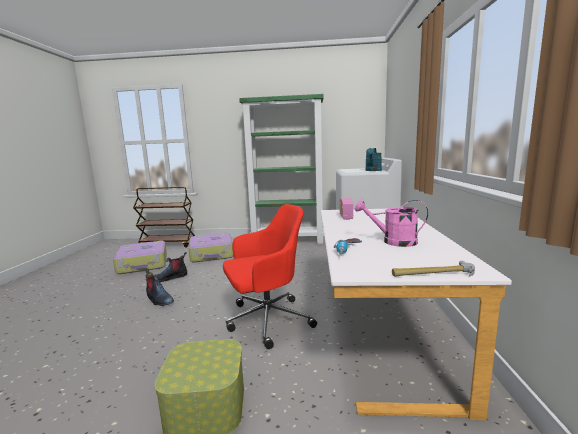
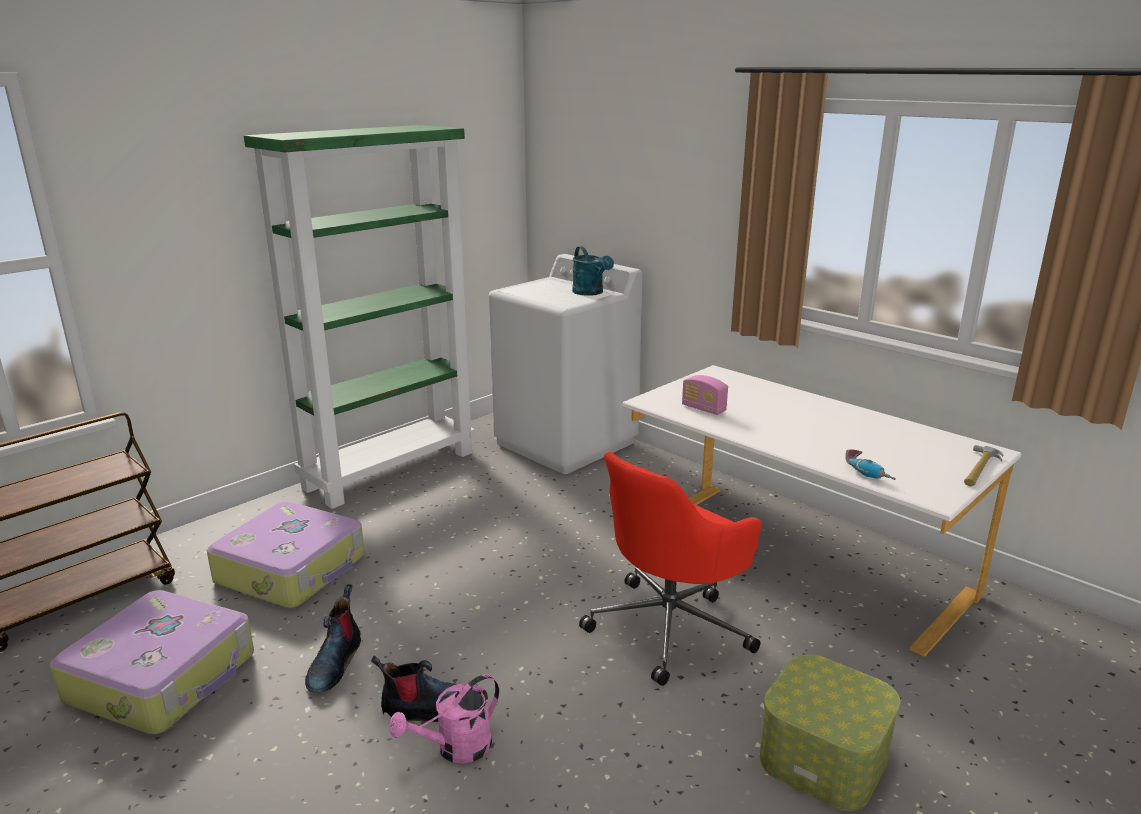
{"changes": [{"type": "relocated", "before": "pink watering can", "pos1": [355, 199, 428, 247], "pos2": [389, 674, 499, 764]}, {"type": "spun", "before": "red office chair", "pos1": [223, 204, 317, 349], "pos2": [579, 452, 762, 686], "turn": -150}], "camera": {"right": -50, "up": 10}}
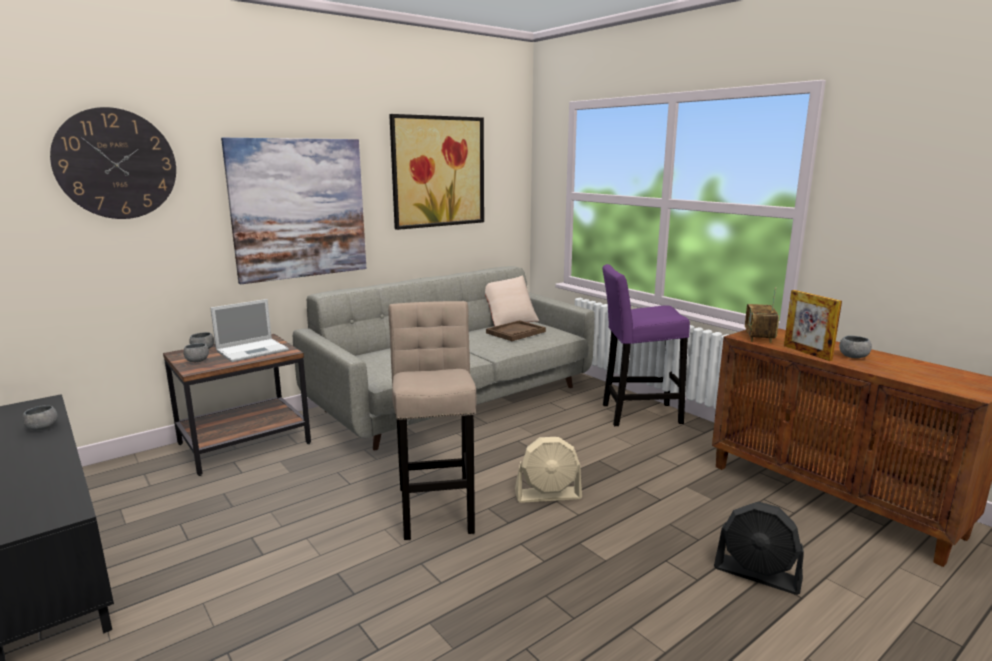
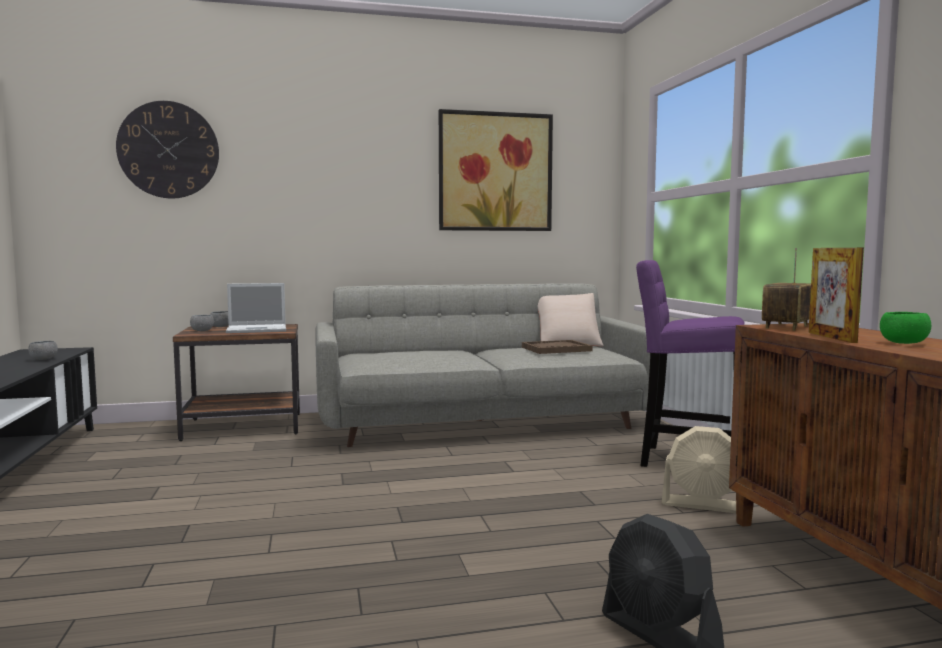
{"changes": [{"type": "missing", "before": "picture", "pos1": [221, 138, 366, 285]}, {"type": "missing", "before": "beige stool", "pos1": [388, 301, 476, 540]}, {"type": "relocated", "before": "beige fan", "pos1": [515, 437, 582, 503], "pos2": [662, 426, 736, 513]}, {"type": "colour", "before": "grey bowl", "after": "green bowl", "pos1": [839, 336, 872, 358], "pos2": [880, 312, 931, 344]}], "camera": {"right": 25, "up": -10}}
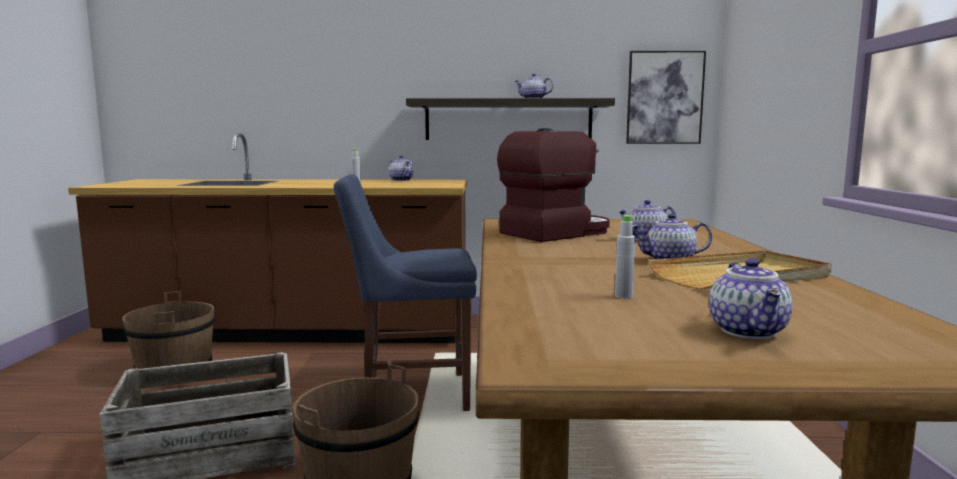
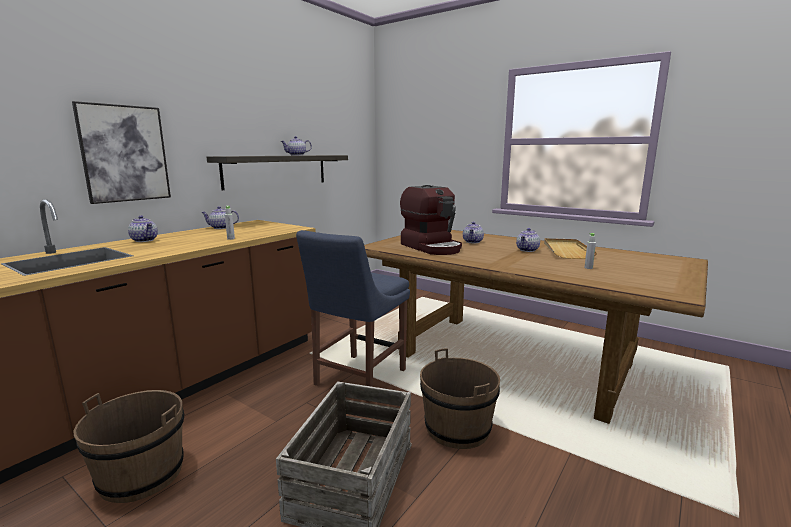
{"changes": [{"type": "relocated", "before": "picture", "pos1": [626, 51, 706, 144], "pos2": [72, 101, 171, 204]}, {"type": "relocated", "before": "teapot", "pos1": [709, 258, 793, 339], "pos2": [128, 215, 158, 242]}, {"type": "spun", "before": "coffee machine", "pos1": [497, 128, 610, 242], "pos2": [400, 185, 462, 255], "turn": 150}], "camera": {"right": -55, "up": 5}}
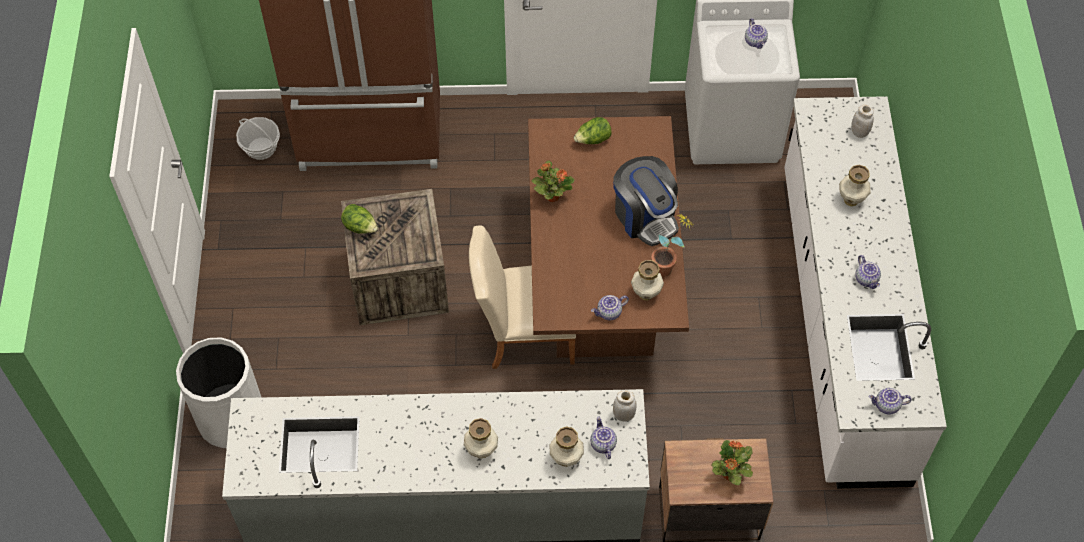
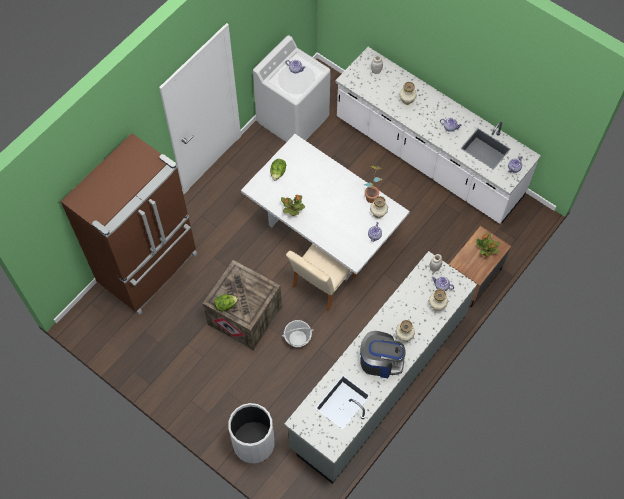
{"changes": [{"type": "relocated", "before": "basket", "pos1": [236, 117, 280, 160], "pos2": [282, 320, 314, 347]}, {"type": "relocated", "before": "coffee machine", "pos1": [613, 156, 678, 246], "pos2": [360, 331, 406, 378]}, {"type": "colour", "before": "brown dining table", "after": "white dining table", "pos1": [528, 116, 689, 358], "pos2": [241, 134, 410, 280]}], "camera": {"right": -50, "up": 5}}
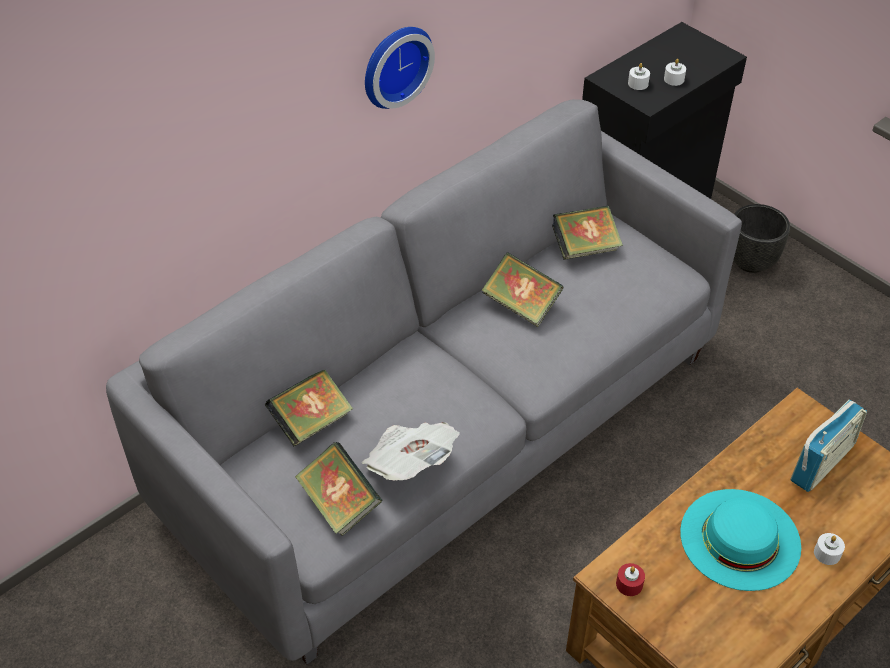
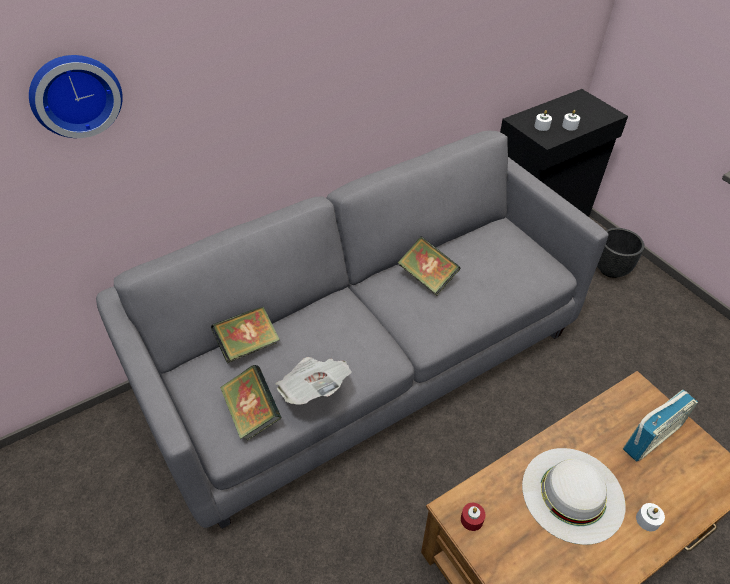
{"changes": [{"type": "missing", "before": "book", "pos1": [552, 206, 623, 260]}, {"type": "relocated", "before": "wall clock", "pos1": [365, 27, 435, 109], "pos2": [29, 55, 123, 138]}, {"type": "colour", "before": "turquoise hat", "after": "white hat", "pos1": [680, 489, 801, 591], "pos2": [522, 448, 626, 545]}], "camera": {"right": 10, "up": 0}}
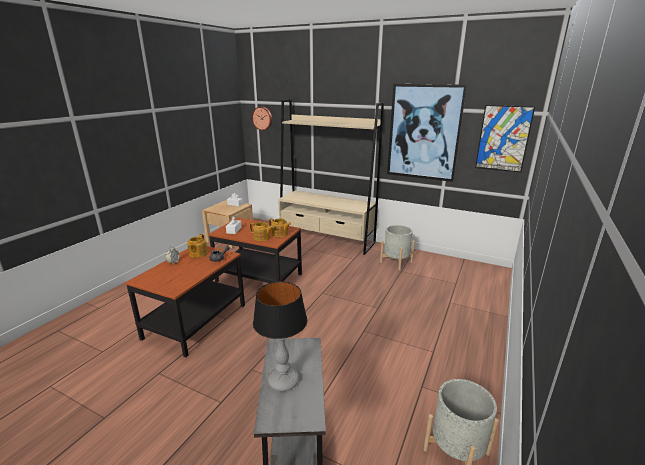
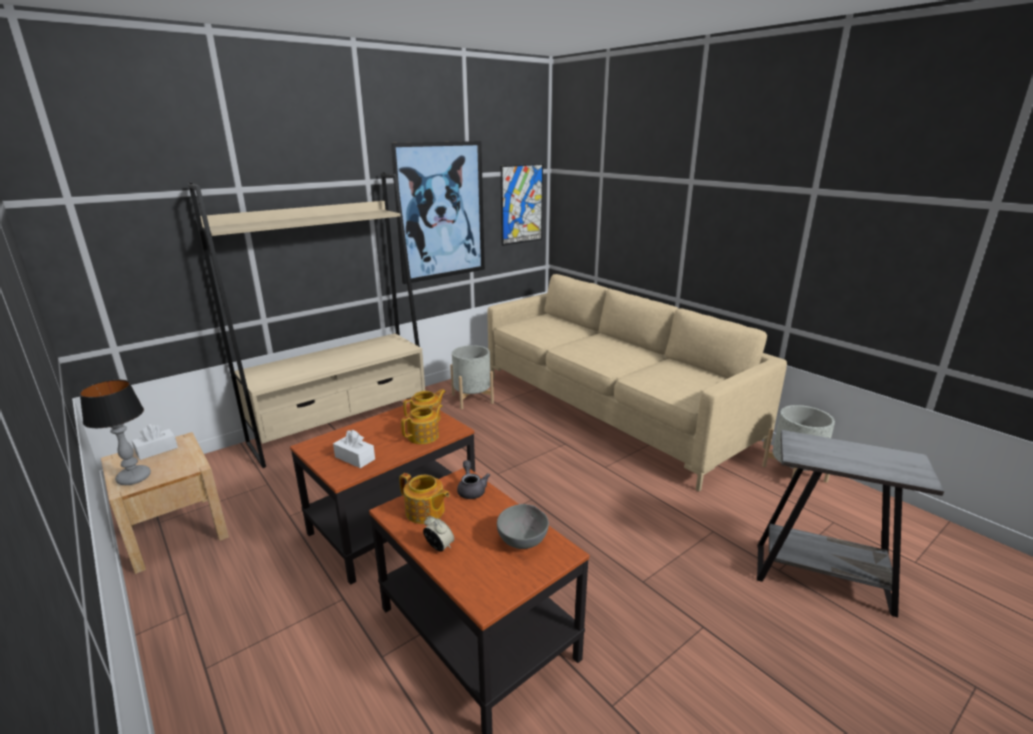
{"changes": [{"type": "missing", "before": "wall clock", "pos1": [252, 106, 272, 131]}, {"type": "appeared", "after": "beige sofa", "pos2": [487, 274, 787, 491]}, {"type": "appeared", "after": "grey bowl", "pos2": [497, 504, 549, 549]}, {"type": "relocated", "before": "table lamp", "pos1": [253, 281, 307, 392], "pos2": [79, 379, 151, 485]}], "camera": {"right": -65, "up": 0}}
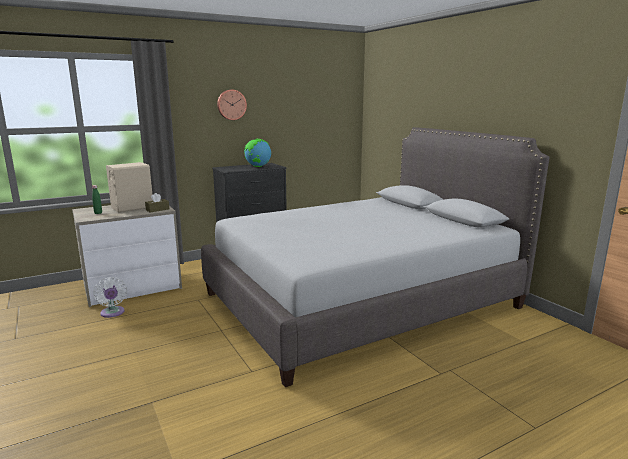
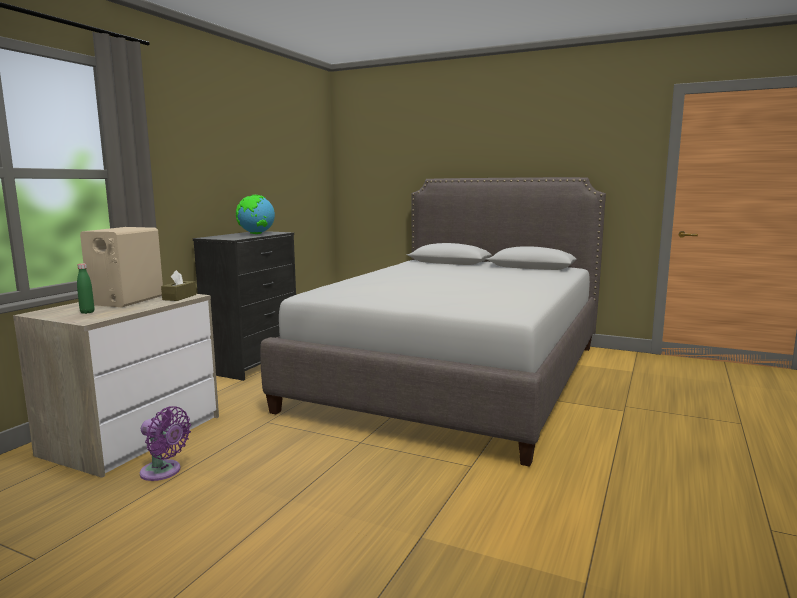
{"changes": [{"type": "missing", "before": "wall clock", "pos1": [217, 90, 247, 120]}, {"type": "colour", "before": "white fan", "after": "purple fan", "pos1": [93, 277, 127, 318], "pos2": [140, 406, 191, 481]}], "camera": {"right": -35, "up": -5}}
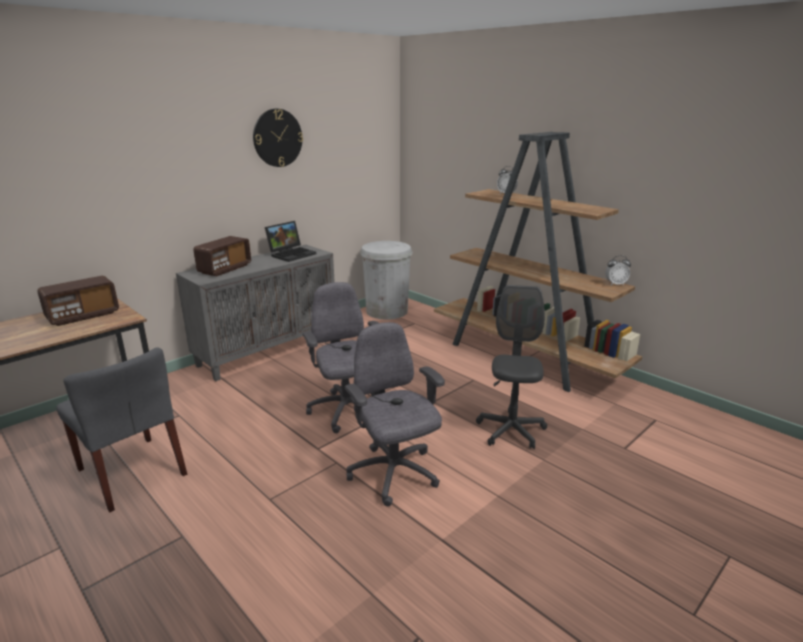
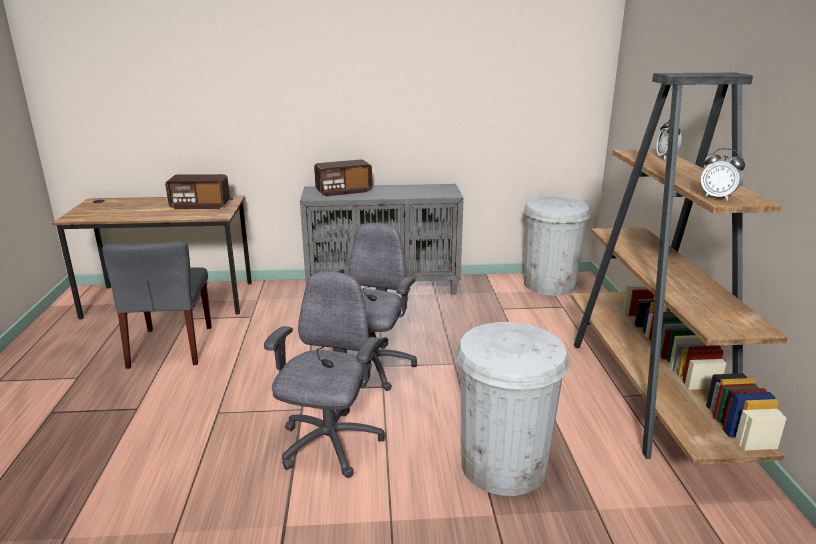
{"changes": [{"type": "missing", "before": "wall clock", "pos1": [253, 109, 303, 167]}, {"type": "missing", "before": "laptop", "pos1": [265, 221, 316, 262]}, {"type": "relocated", "before": "alarm clock", "pos1": [605, 255, 631, 286], "pos2": [701, 148, 745, 201]}, {"type": "exchanged", "before": "grey office chair", "after": "white trash can", "pos1": [476, 285, 547, 449], "pos2": [456, 322, 570, 496]}], "camera": {"right": 40, "up": 0}}
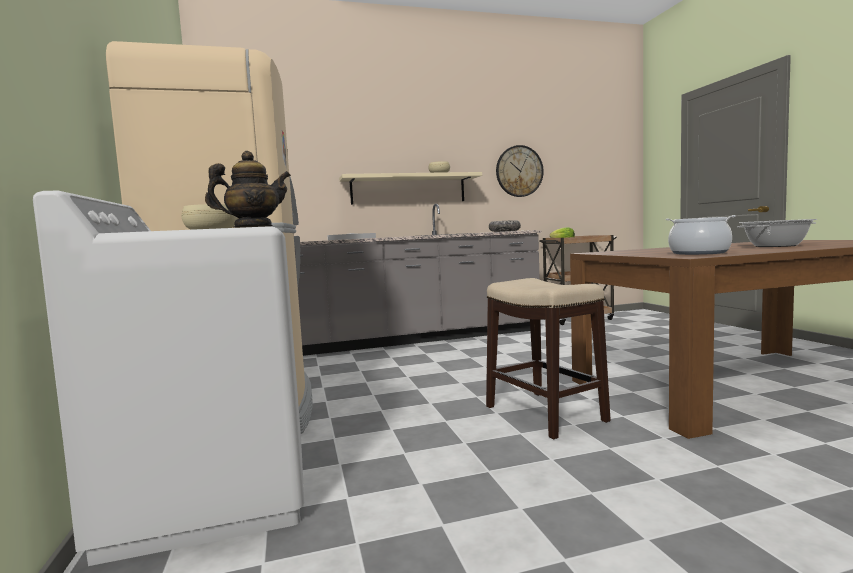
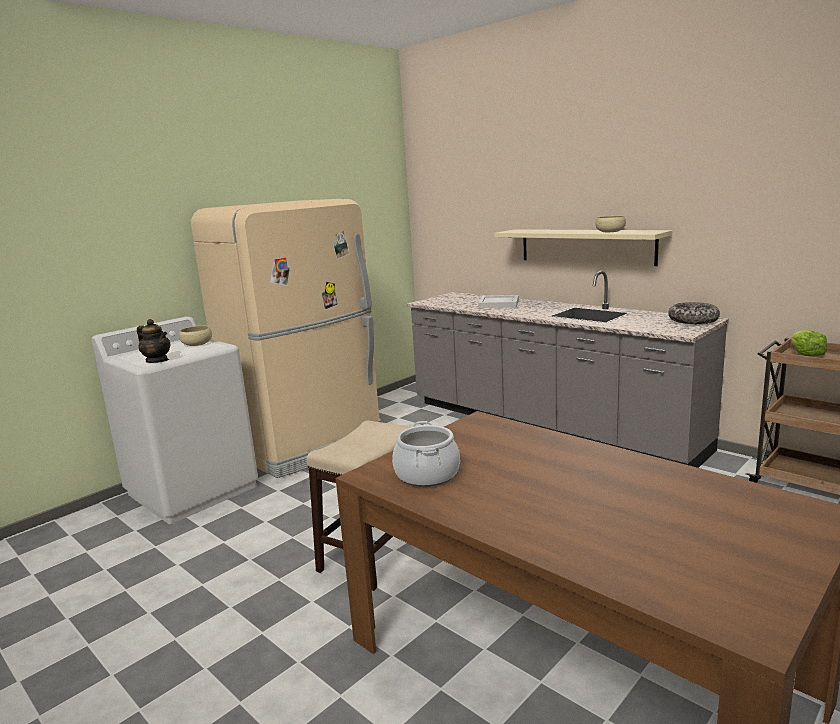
{"changes": [{"type": "missing", "before": "wall clock", "pos1": [496, 145, 544, 197]}, {"type": "missing", "before": "cooking pot", "pos1": [737, 219, 817, 247]}], "camera": {"right": 60, "up": 10}}
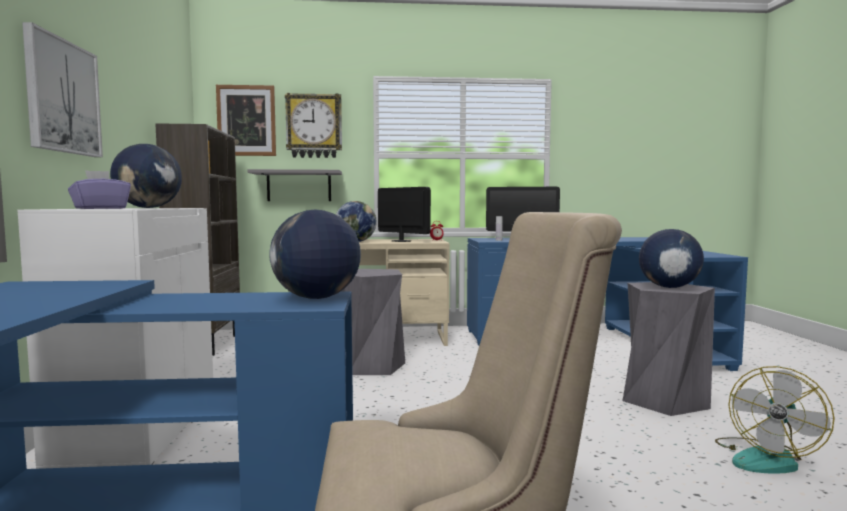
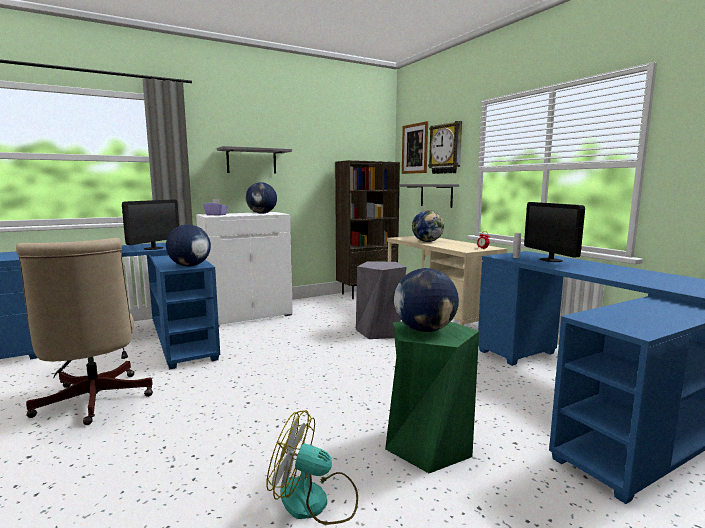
{"changes": [{"type": "relocated", "before": "monitor", "pos1": [378, 187, 431, 242], "pos2": [122, 200, 179, 250]}, {"type": "exchanged", "before": "picture", "after": "grey shelf", "pos1": [22, 22, 103, 157], "pos2": [217, 146, 292, 174]}, {"type": "colour", "before": "grey stool", "after": "green stool", "pos1": [623, 282, 715, 416], "pos2": [385, 321, 479, 473]}], "camera": {"right": 65, "up": 5}}
